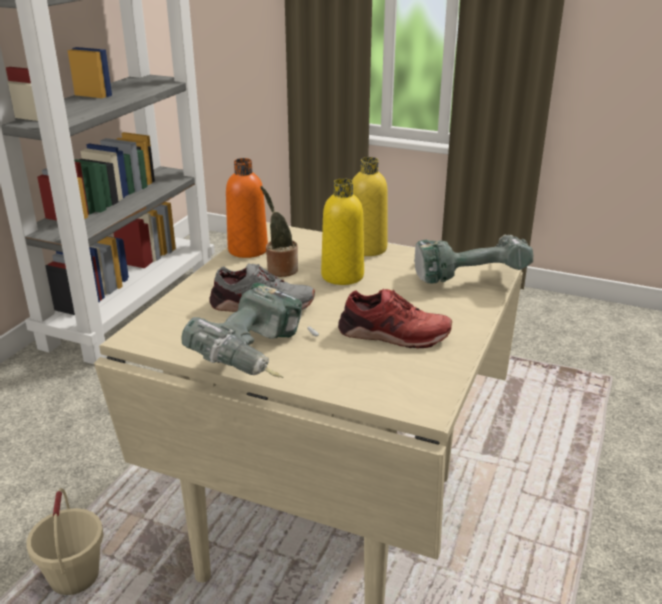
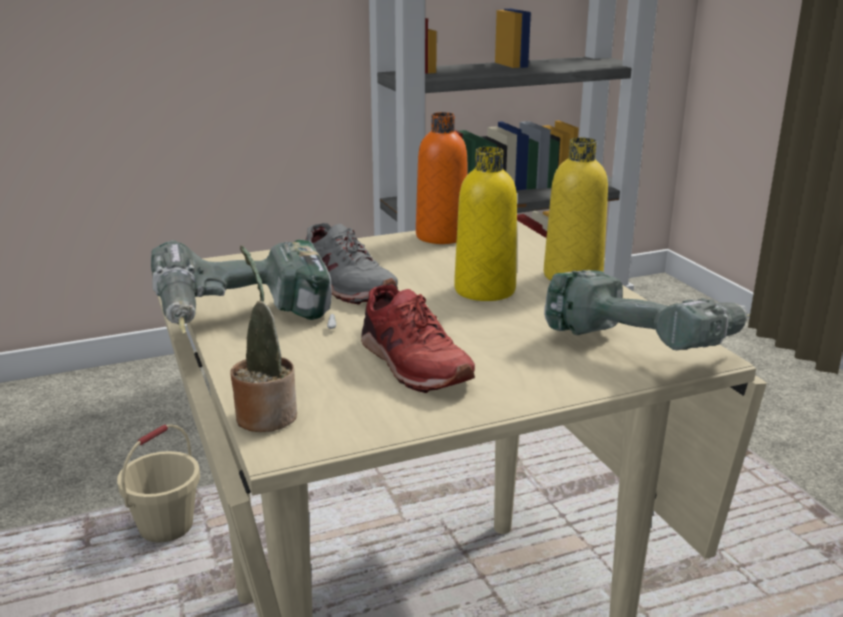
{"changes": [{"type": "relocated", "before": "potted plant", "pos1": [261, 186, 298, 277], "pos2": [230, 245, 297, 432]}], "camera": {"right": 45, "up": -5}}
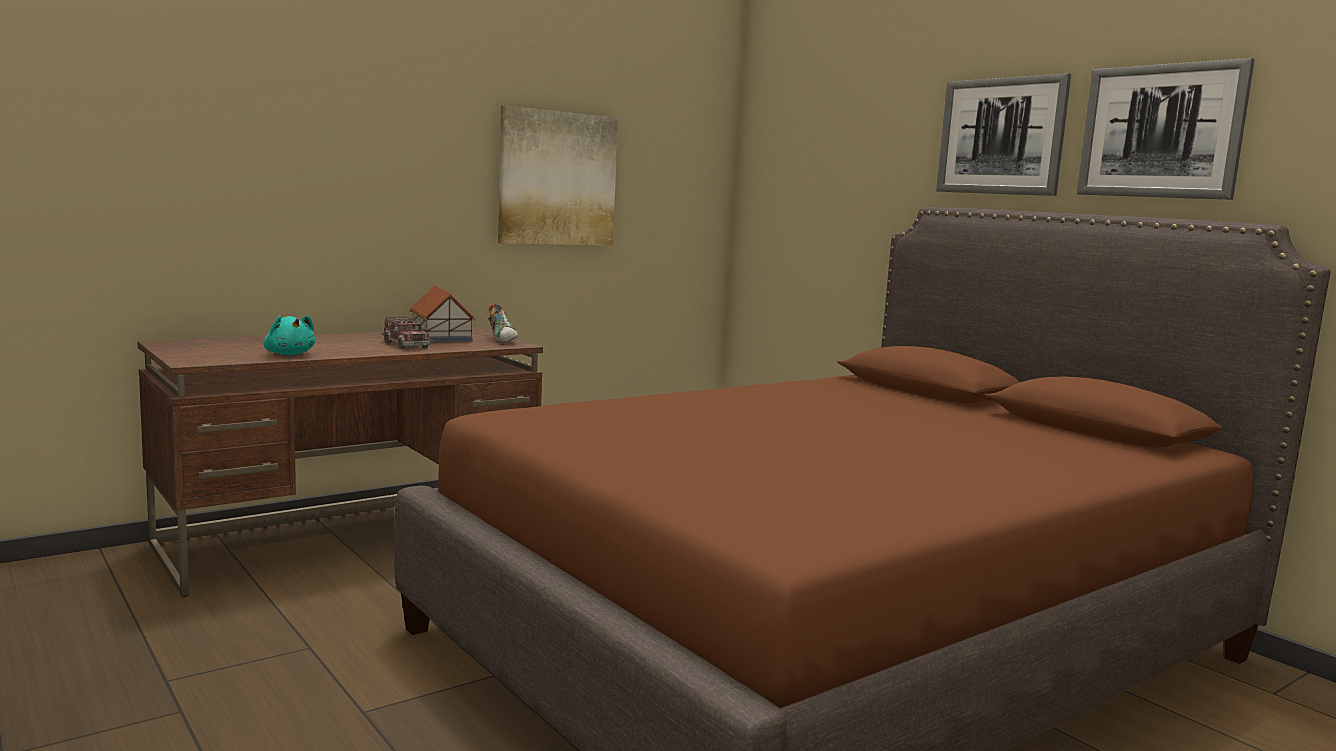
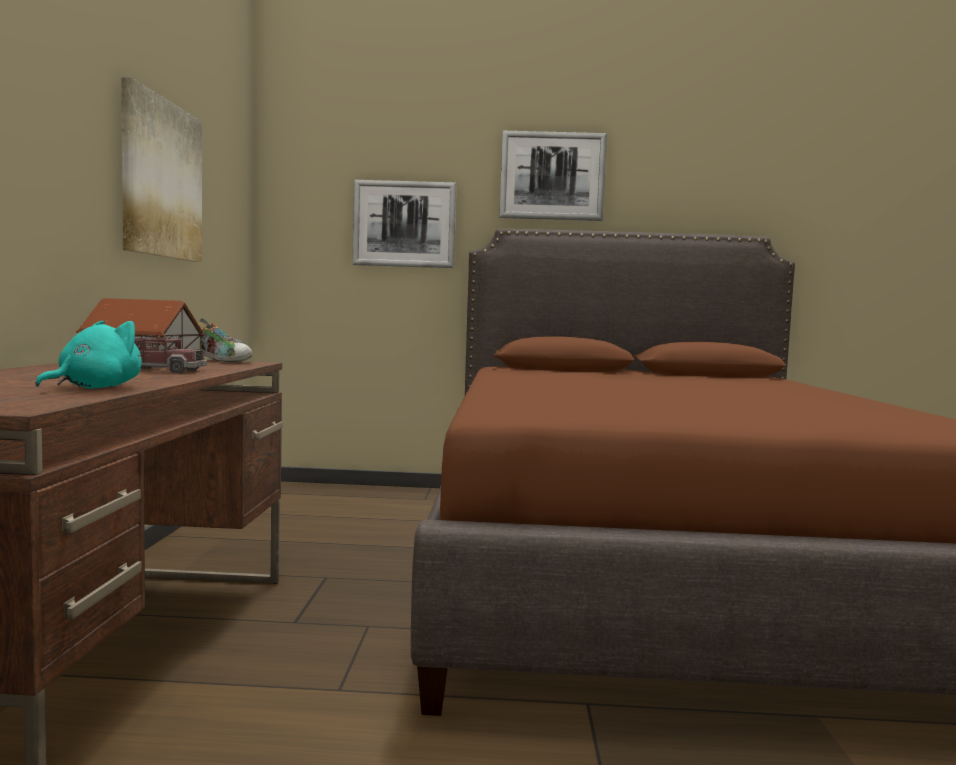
{"changes": [{"type": "relocated", "before": "picture", "pos1": [1077, 58, 1255, 200], "pos2": [352, 180, 457, 268]}, {"type": "spun", "before": "turquoise plush toy", "pos1": [263, 315, 315, 355], "pos2": [35, 321, 142, 389], "turn": -60}], "camera": {"right": -50, "up": -5}}
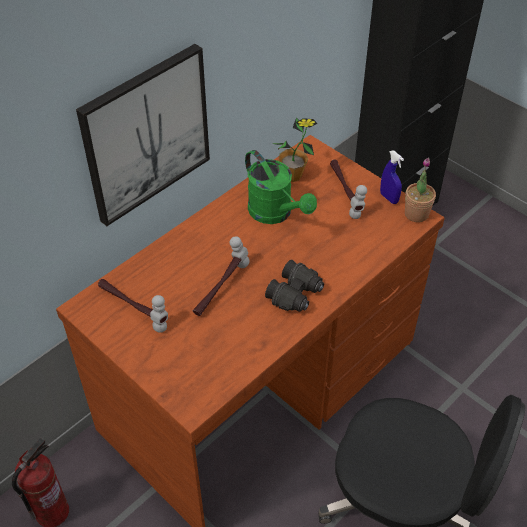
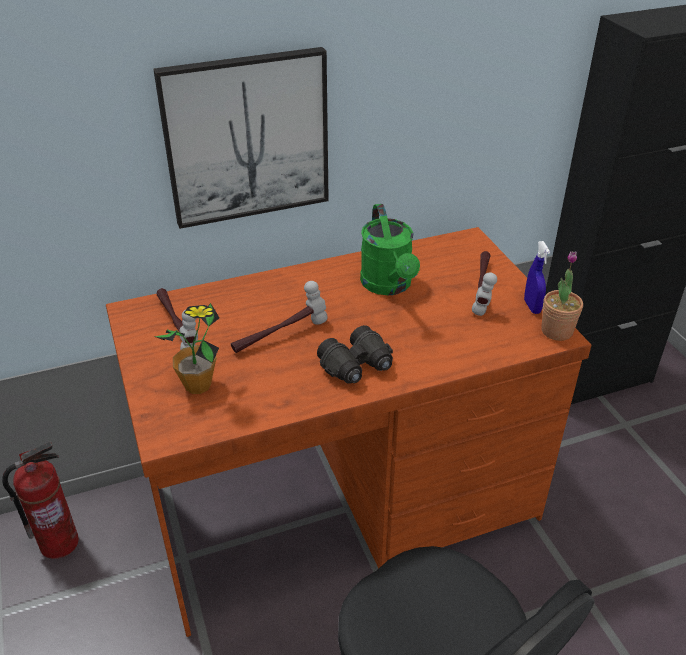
{"changes": [{"type": "relocated", "before": "potted plant", "pos1": [271, 117, 317, 182], "pos2": [154, 303, 219, 394]}], "camera": {"right": 25, "up": -10}}
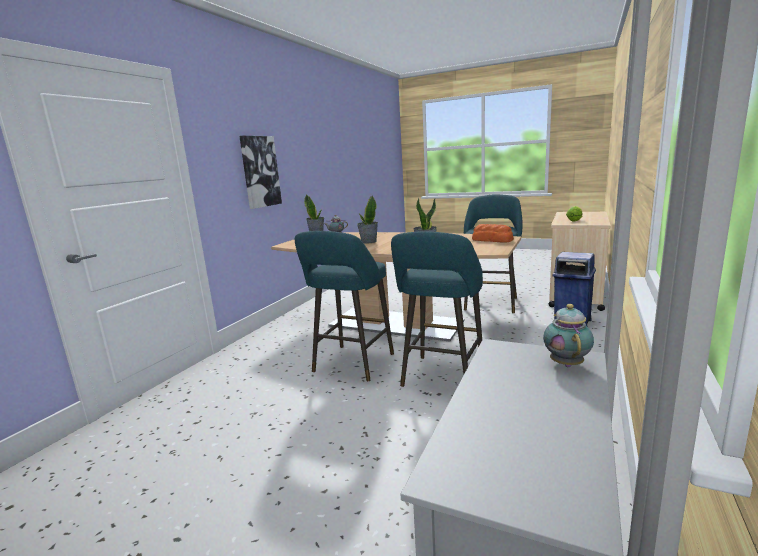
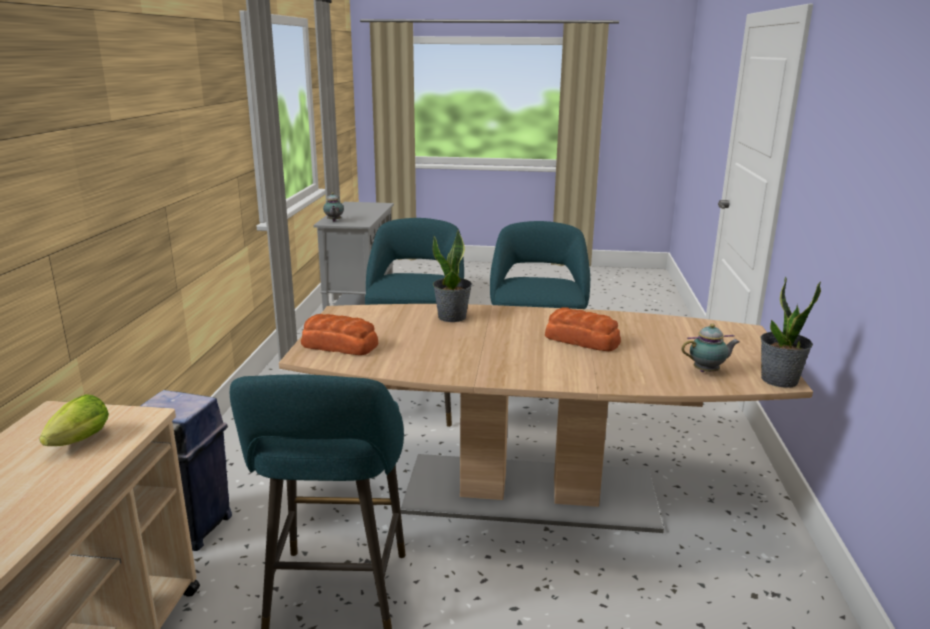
{"changes": [{"type": "missing", "before": "picture", "pos1": [239, 136, 282, 209]}, {"type": "exchanged", "before": "potted plant", "after": "bread", "pos1": [357, 196, 378, 243], "pos2": [545, 307, 621, 351]}], "camera": {"right": 160, "up": 5}}
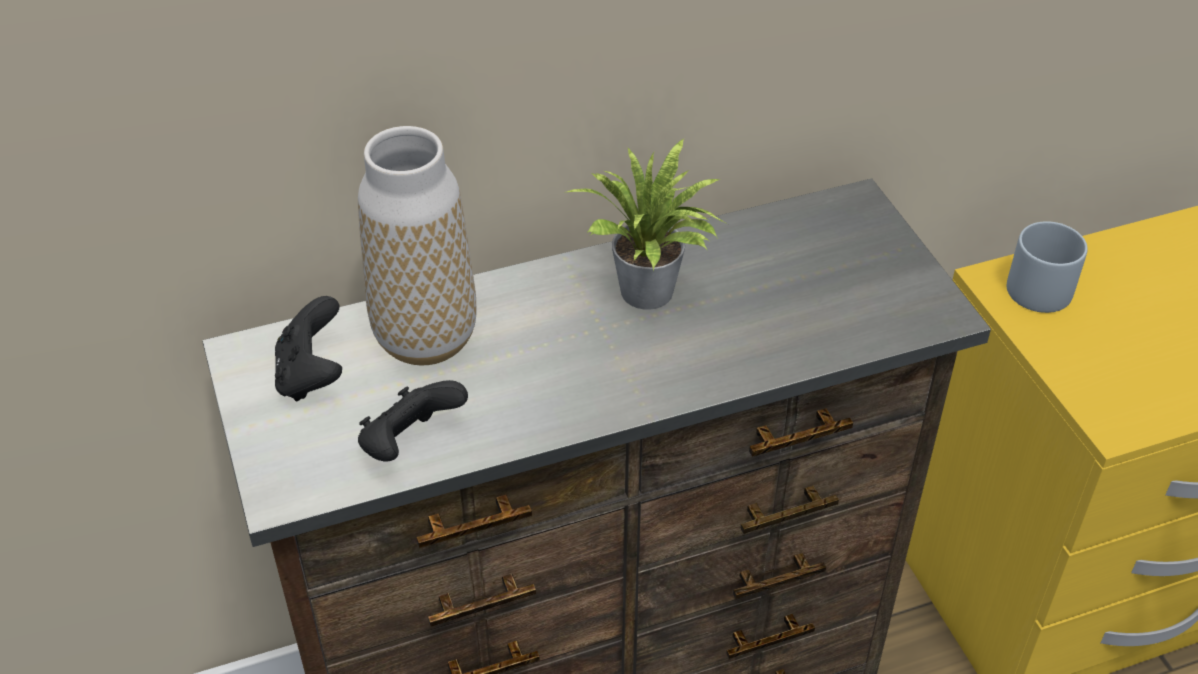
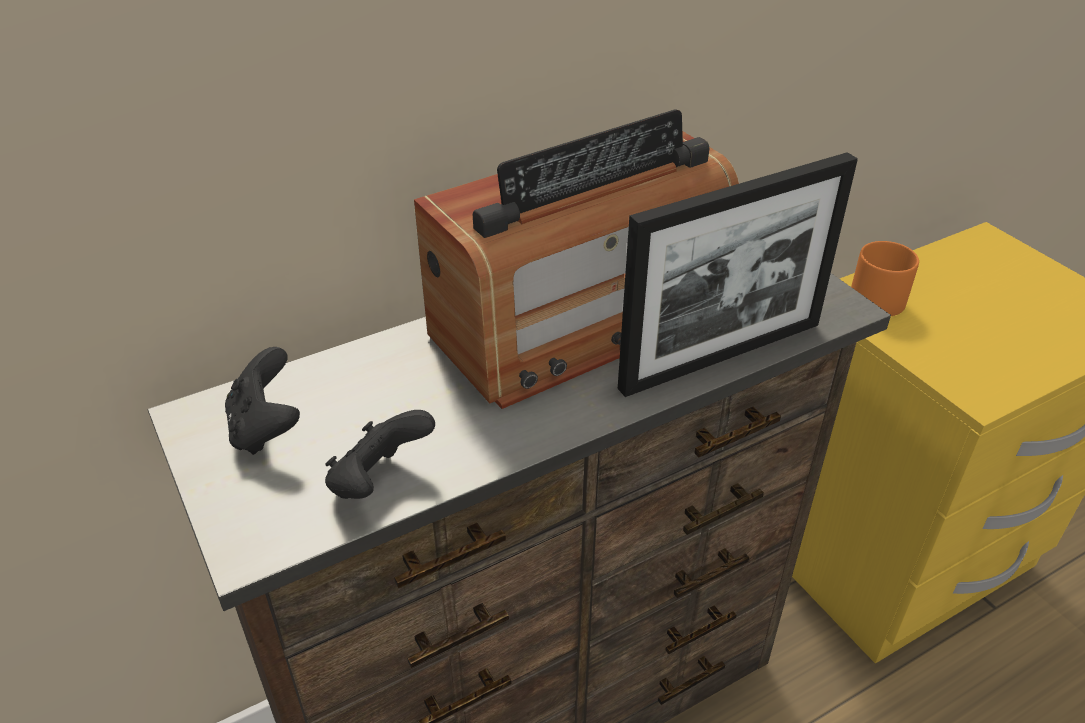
{"changes": [{"type": "missing", "before": "vase", "pos1": [358, 126, 476, 366]}, {"type": "appeared", "after": "picture frame", "pos2": [618, 152, 858, 397]}, {"type": "exchanged", "before": "potted plant", "after": "radio", "pos1": [567, 138, 725, 310], "pos2": [414, 109, 739, 409]}, {"type": "colour", "before": "grey mug", "after": "orange mug", "pos1": [1007, 221, 1088, 313], "pos2": [851, 241, 919, 316]}], "camera": {"right": -10, "up": -5}}
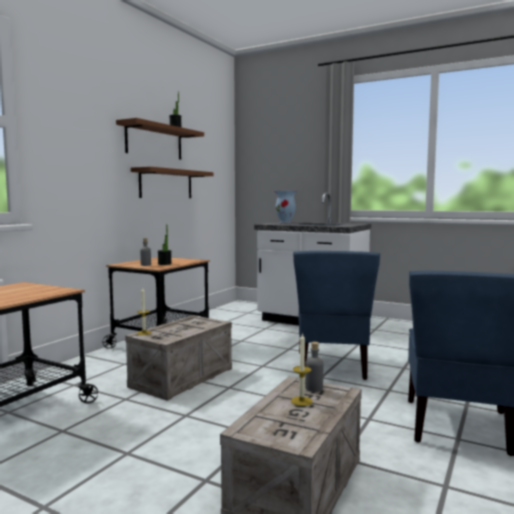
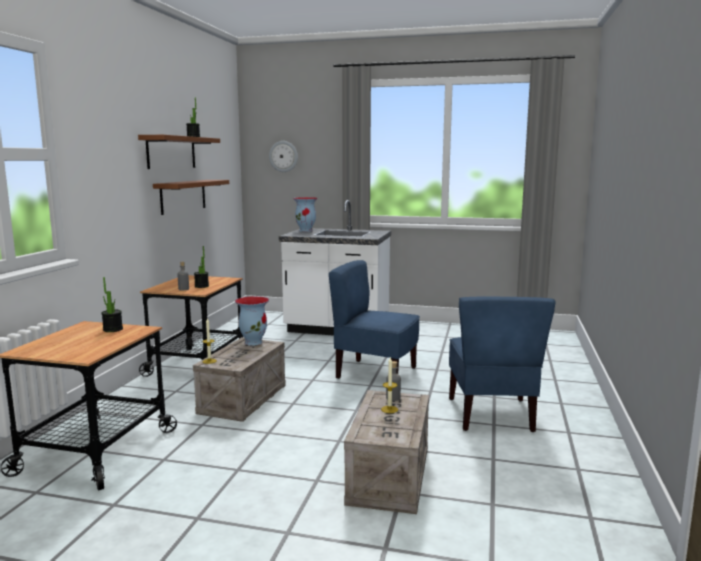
{"changes": [{"type": "appeared", "after": "potted plant", "pos2": [102, 277, 123, 332]}, {"type": "appeared", "after": "vase", "pos2": [235, 296, 269, 346]}, {"type": "appeared", "after": "wall clock", "pos2": [269, 141, 298, 172]}, {"type": "spun", "before": "blue chair", "pos1": [293, 251, 380, 380], "pos2": [329, 260, 420, 379], "turn": 120}], "camera": {"right": -15, "up": 5}}
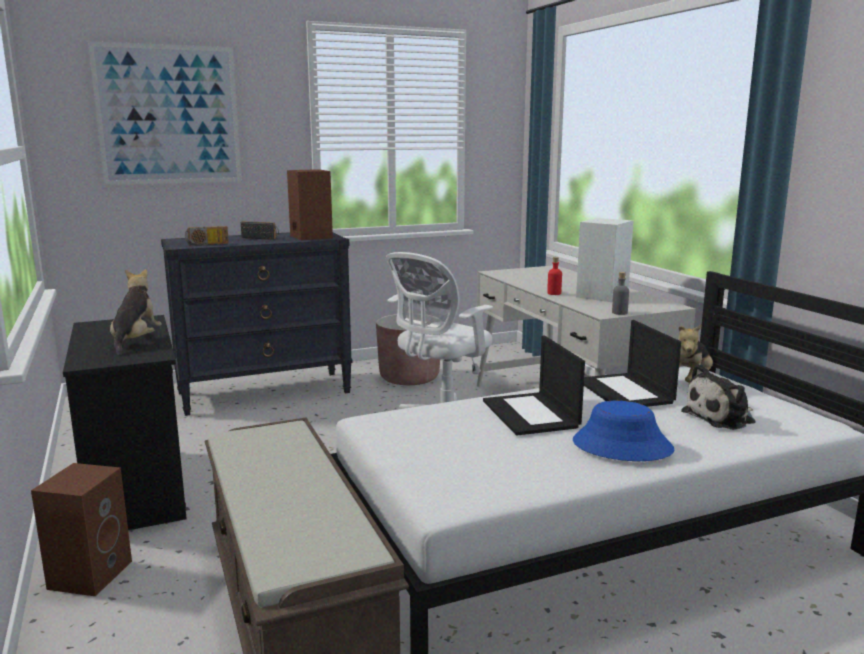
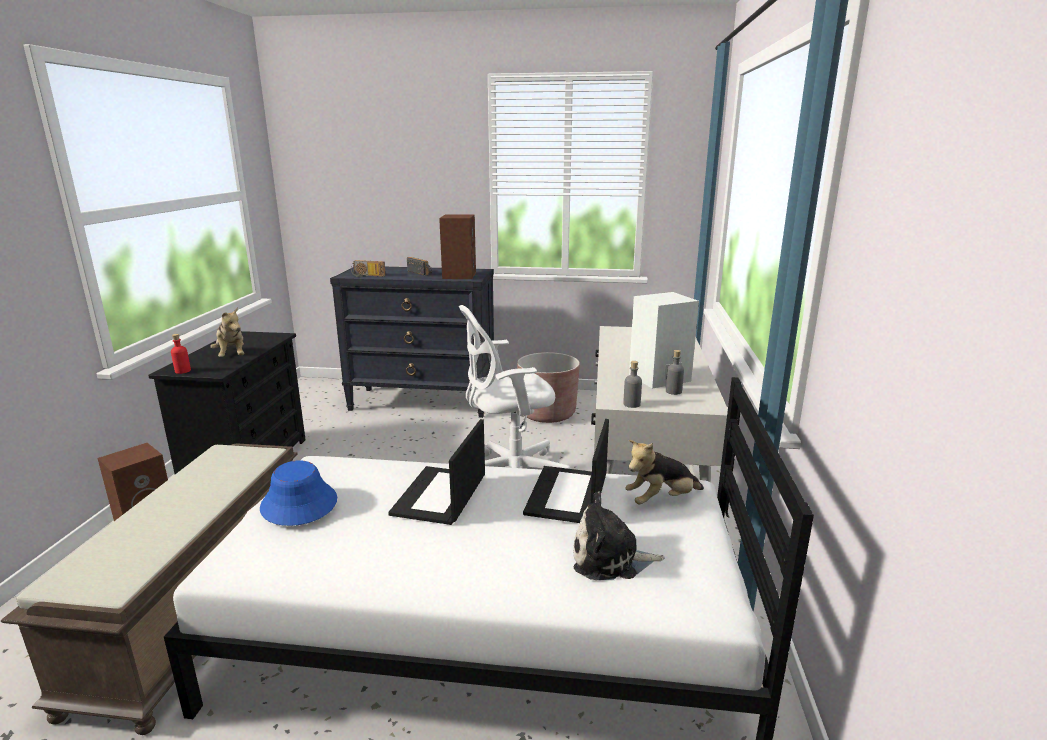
{"changes": [{"type": "missing", "before": "picture", "pos1": [88, 41, 242, 185]}, {"type": "appeared", "after": "grey bottle", "pos2": [666, 350, 684, 395]}, {"type": "relocated", "before": "red bottle", "pos1": [547, 257, 562, 295], "pos2": [171, 334, 191, 374]}, {"type": "relocated", "before": "blue hat", "pos1": [573, 401, 674, 461], "pos2": [260, 460, 337, 526]}, {"type": "spun", "before": "plush toy", "pos1": [110, 269, 162, 356], "pos2": [210, 307, 244, 357], "turn": 120}], "camera": {"right": 30, "up": 5}}
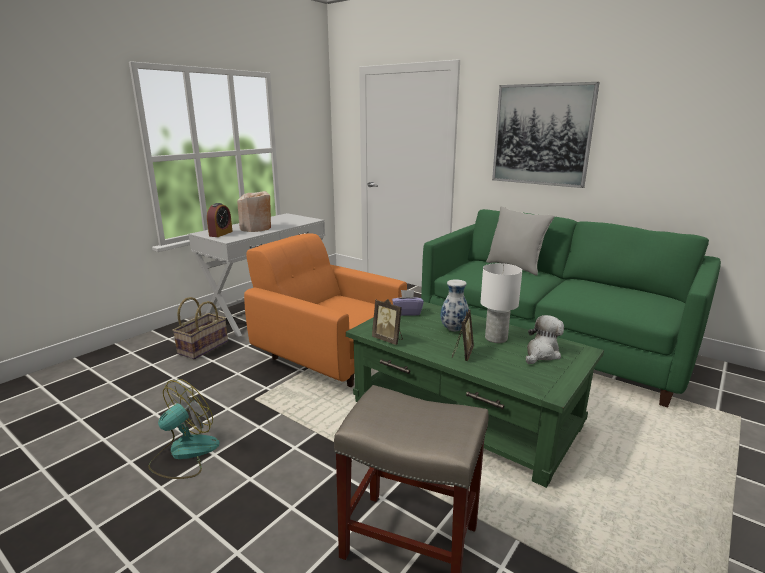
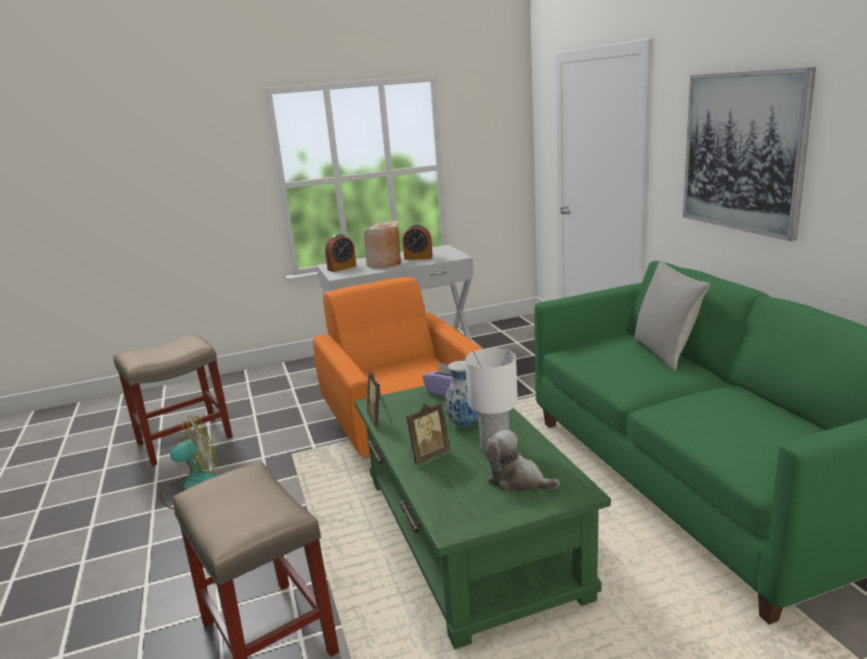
{"changes": [{"type": "missing", "before": "basket", "pos1": [172, 297, 228, 359]}, {"type": "appeared", "after": "beige stool", "pos2": [113, 334, 233, 466]}, {"type": "appeared", "after": "alarm clock", "pos2": [403, 224, 433, 260]}, {"type": "spun", "before": "plush toy", "pos1": [526, 315, 564, 364], "pos2": [485, 429, 560, 491], "turn": -135}], "camera": {"right": 35, "up": 0}}
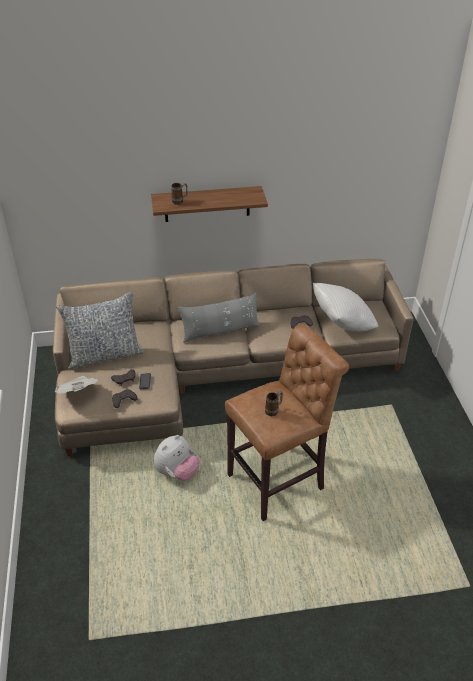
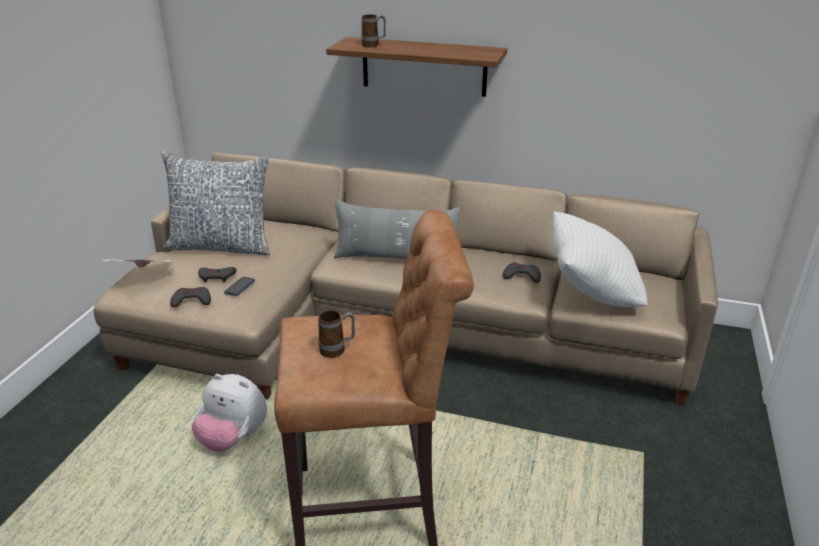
{"changes": [{"type": "spun", "before": "plush toy", "pos1": [154, 435, 200, 481], "pos2": [192, 374, 267, 452], "turn": 45}], "camera": {"right": 25, "up": -10}}
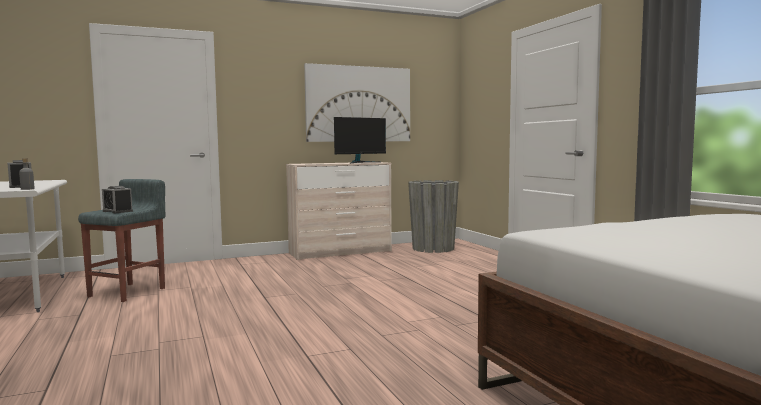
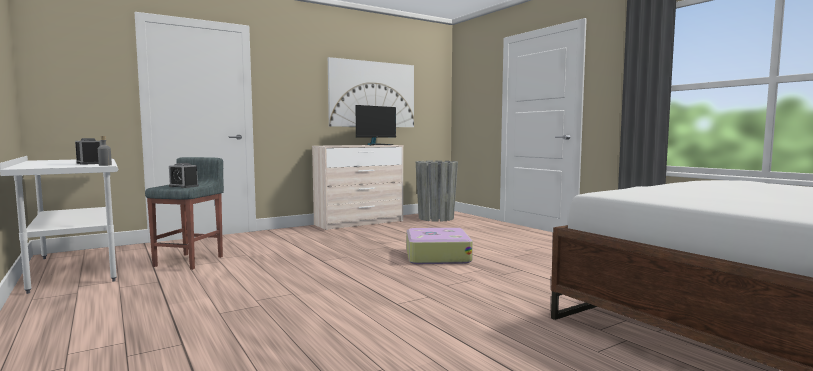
{"changes": [{"type": "appeared", "after": "suitcase", "pos2": [406, 228, 473, 264]}], "camera": {"right": -10, "up": 0}}
